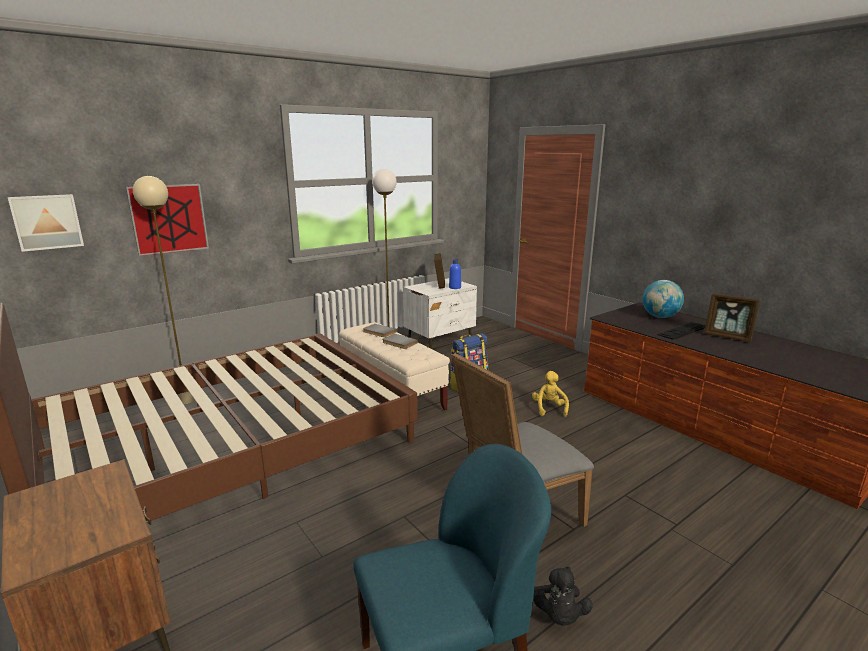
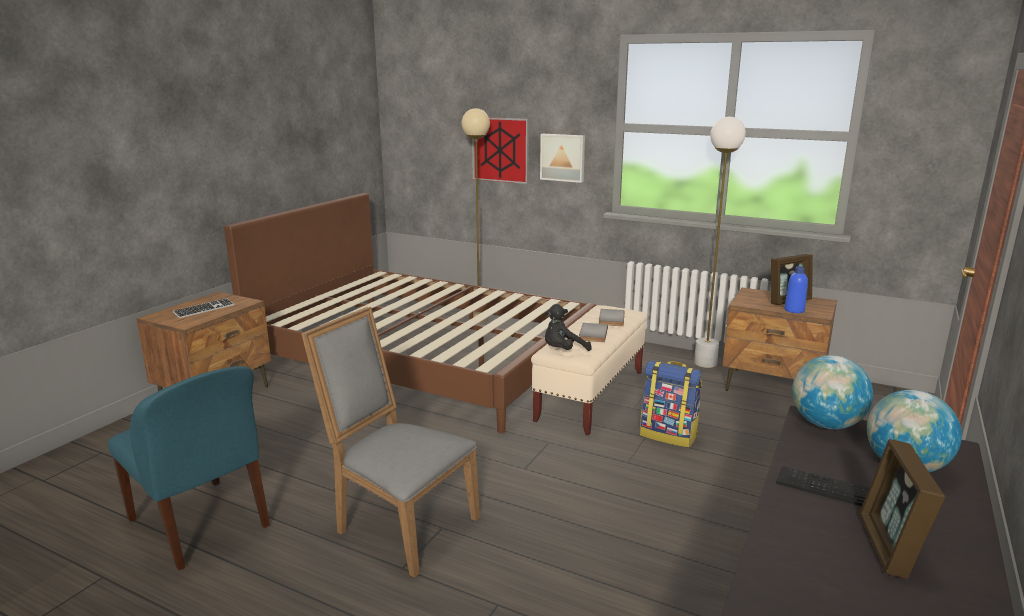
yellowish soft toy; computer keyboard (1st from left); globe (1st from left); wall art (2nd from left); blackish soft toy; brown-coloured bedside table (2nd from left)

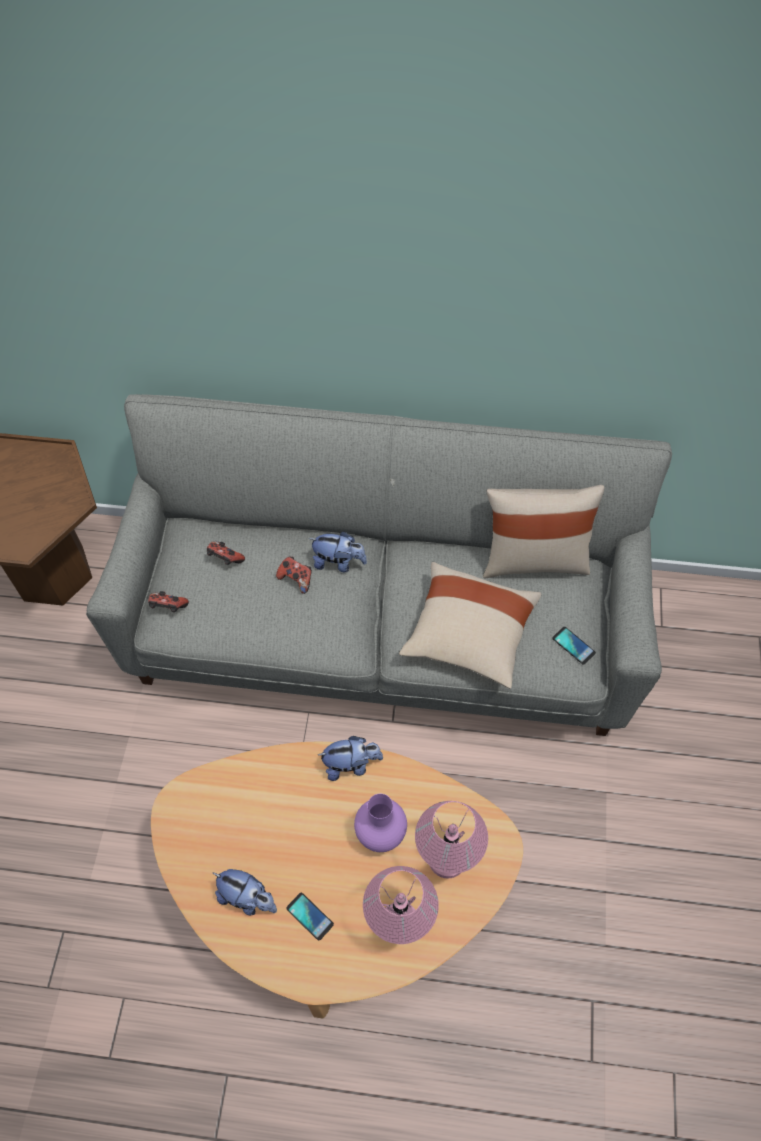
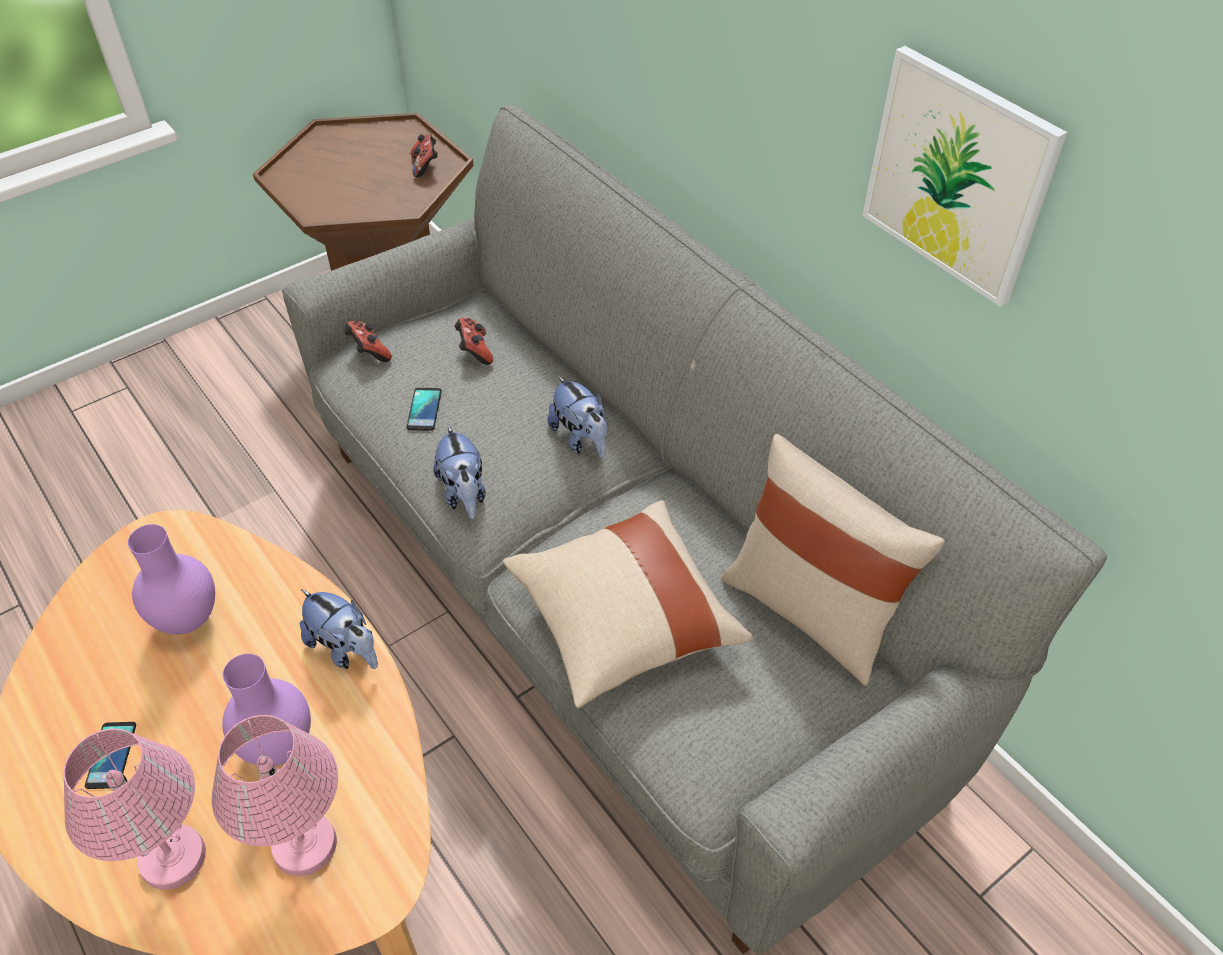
purple-coloured vase (1st from left); wall art; soft toy (2nd from left); gamepad (2nd from left); handset (2nd from left)

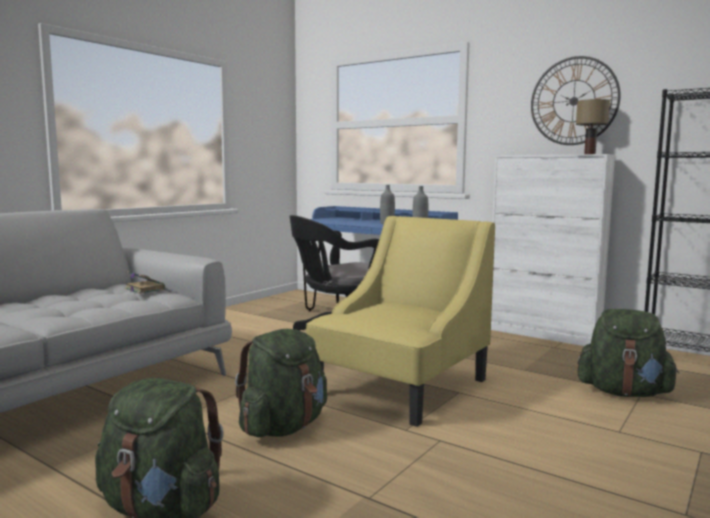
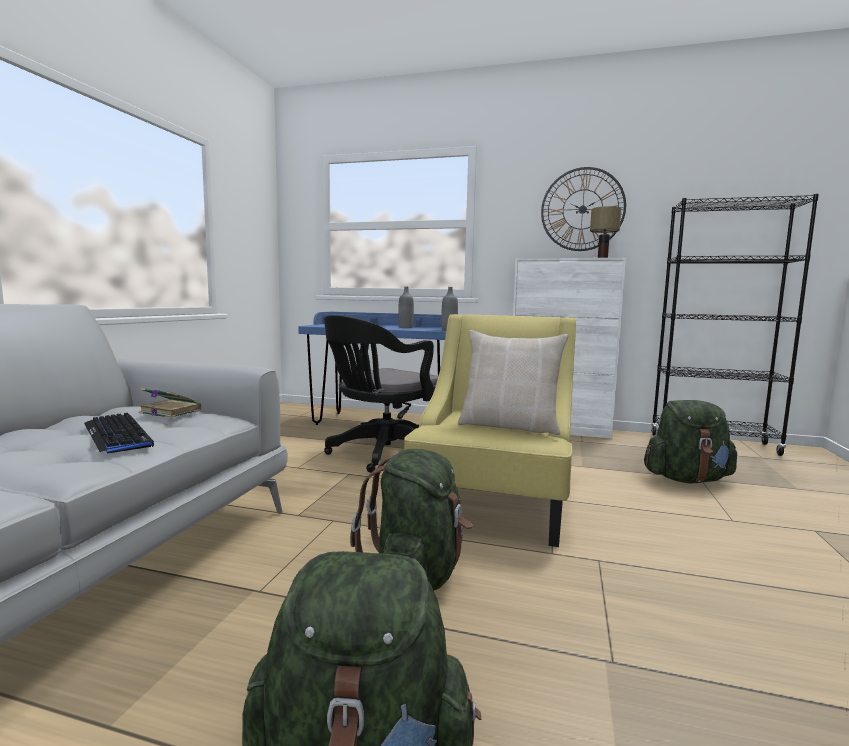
computer keyboard; beige-coloured cushion

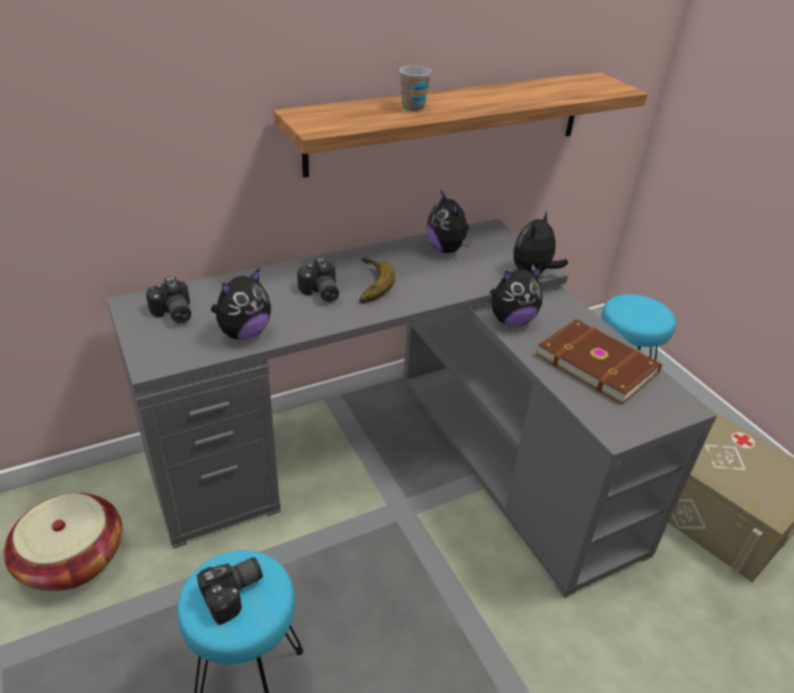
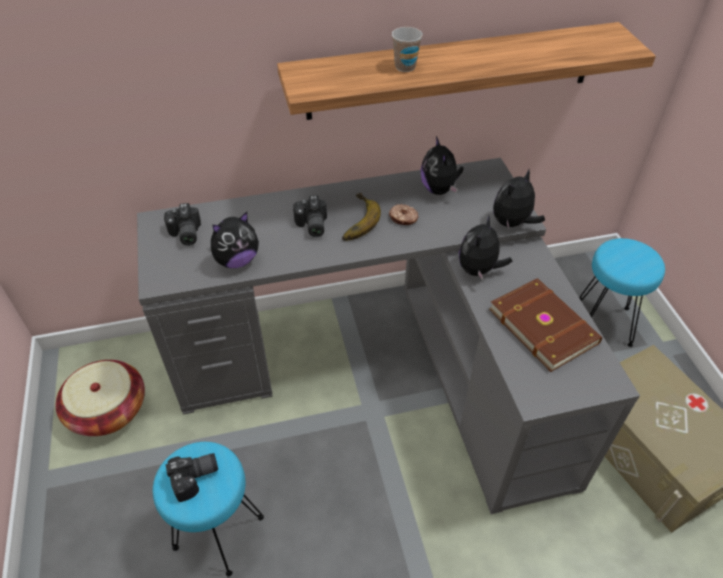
ring doughnut; soft toy (3rd from left)

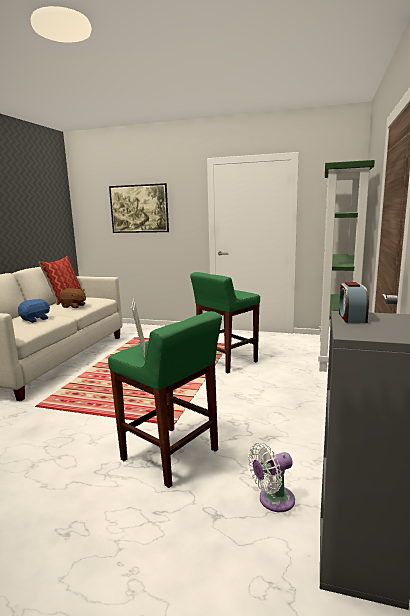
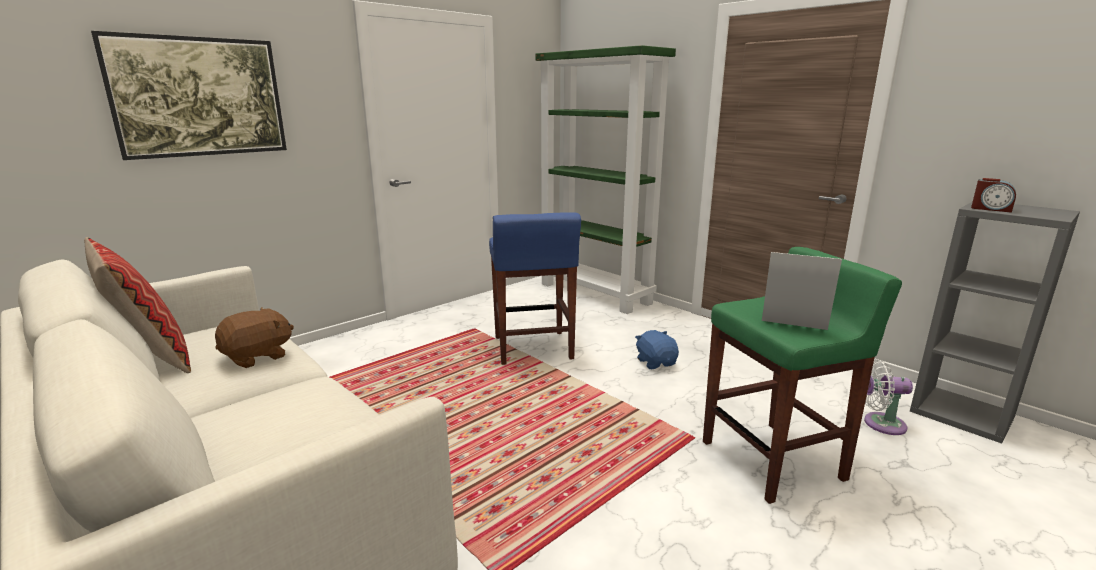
blue soft toy; blue stool; white electric fan

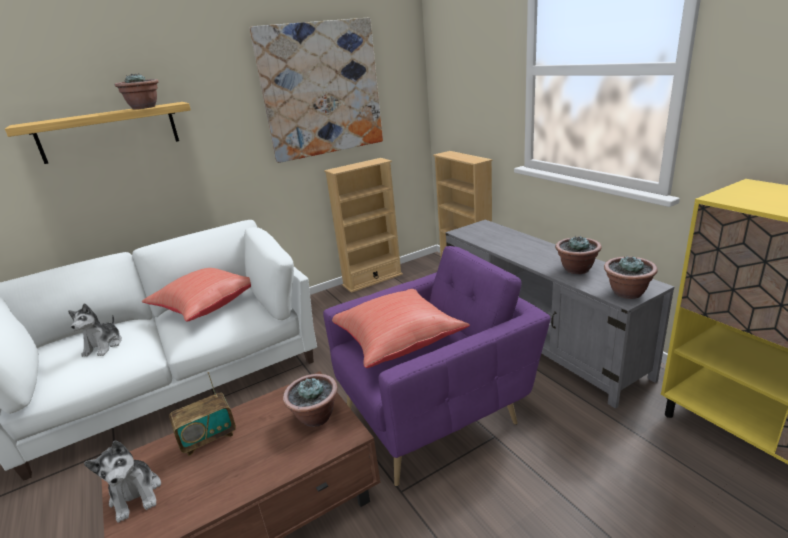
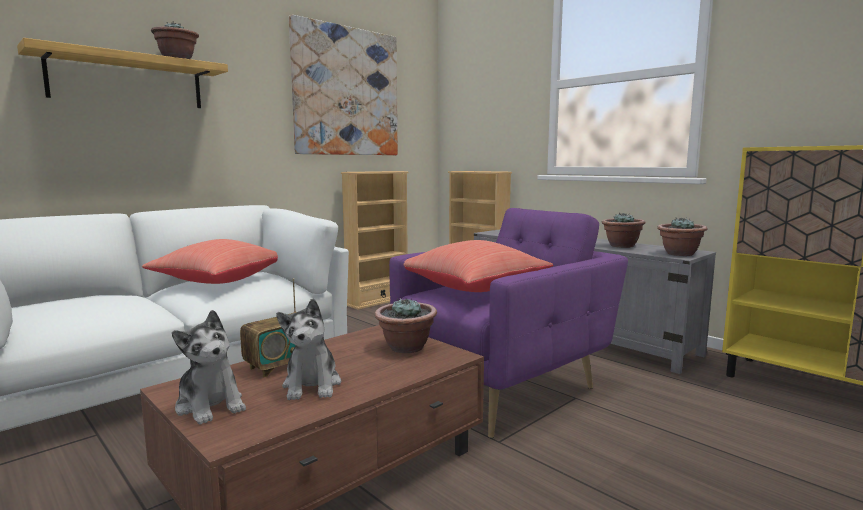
soft toy (2nd from left)

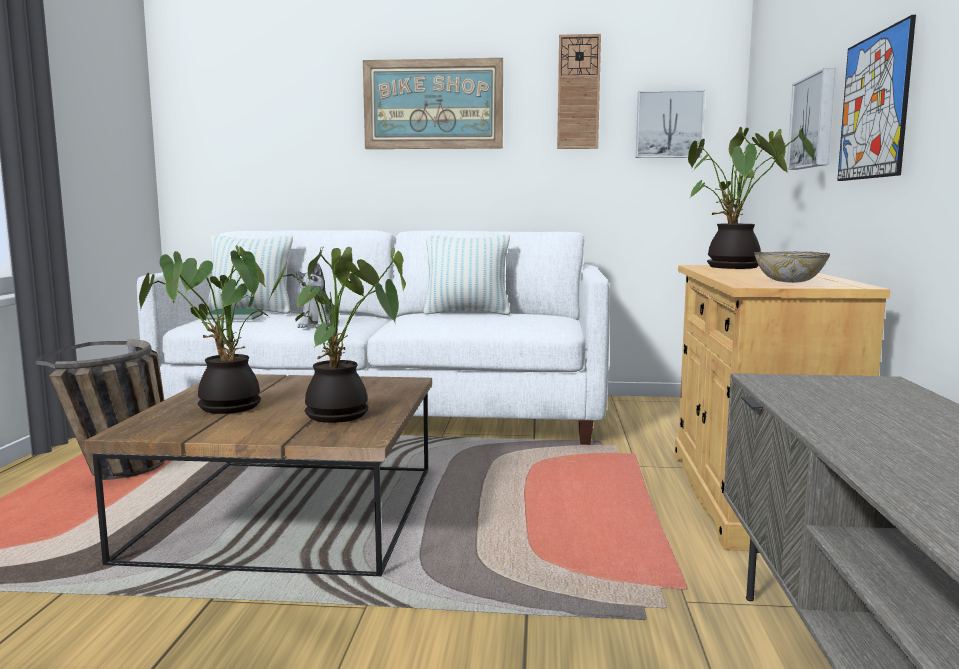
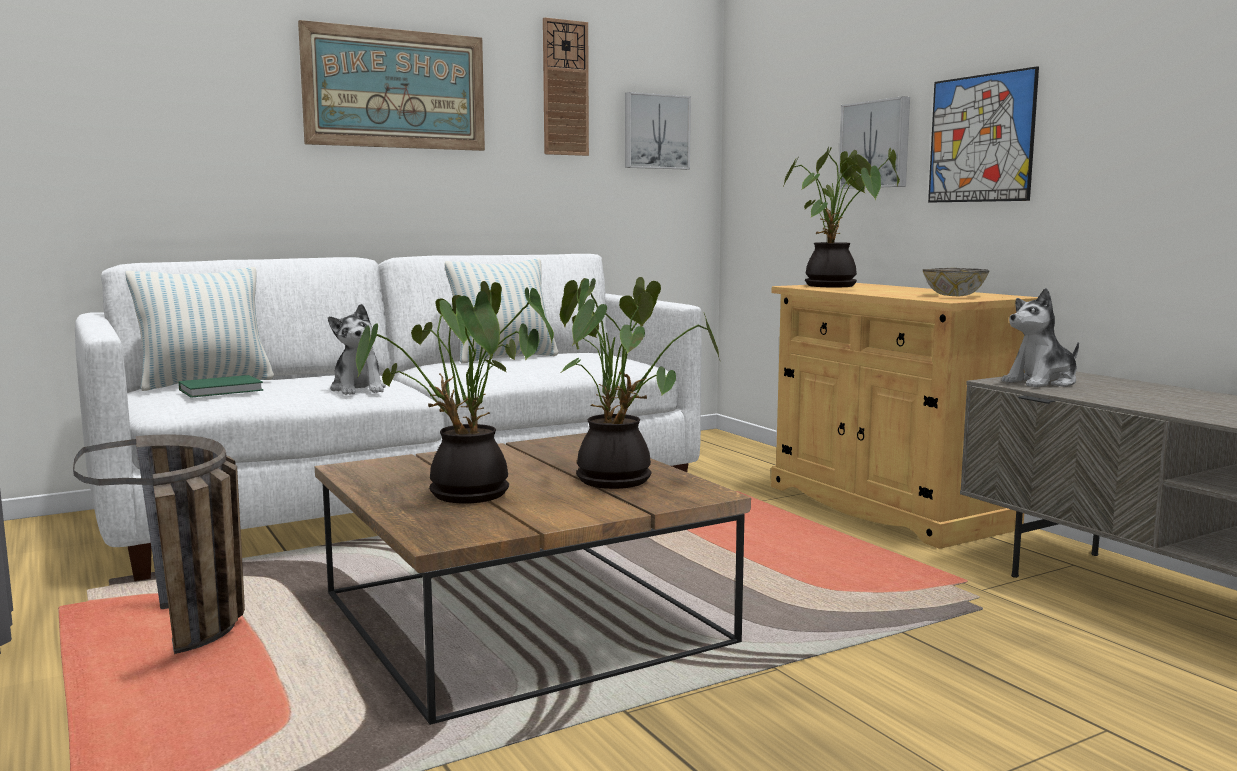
soft toy (2nd from left)

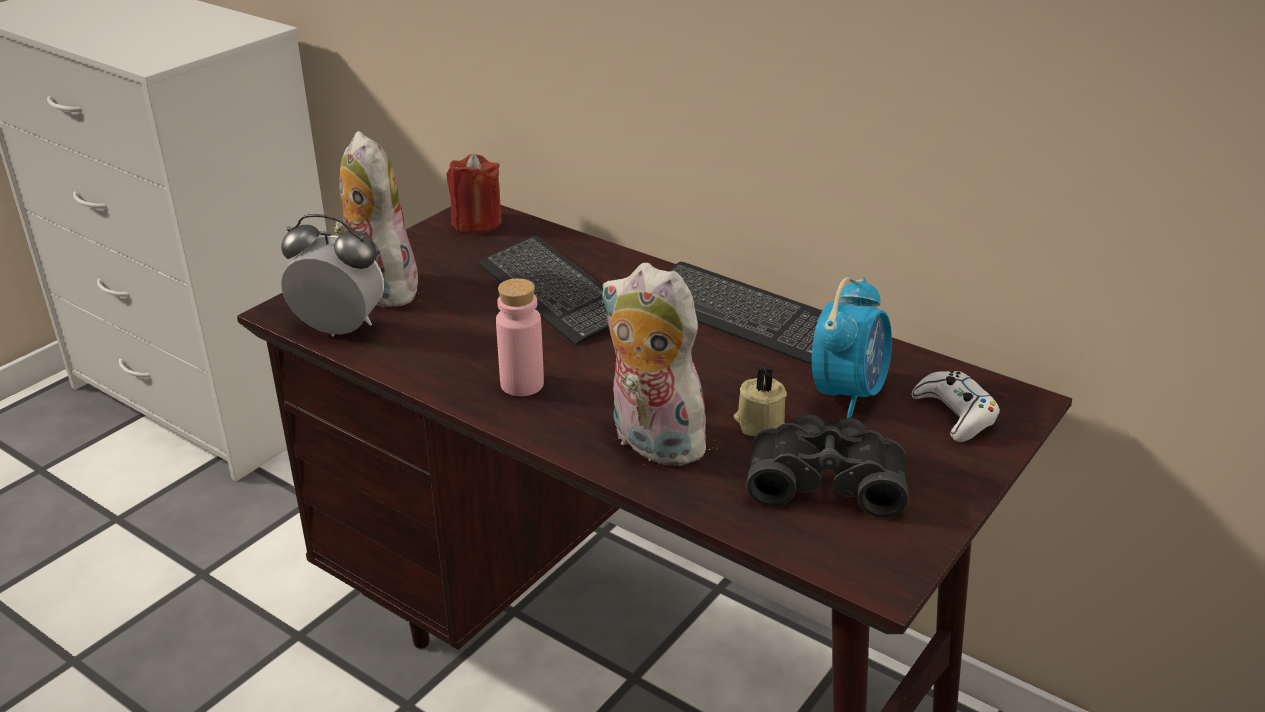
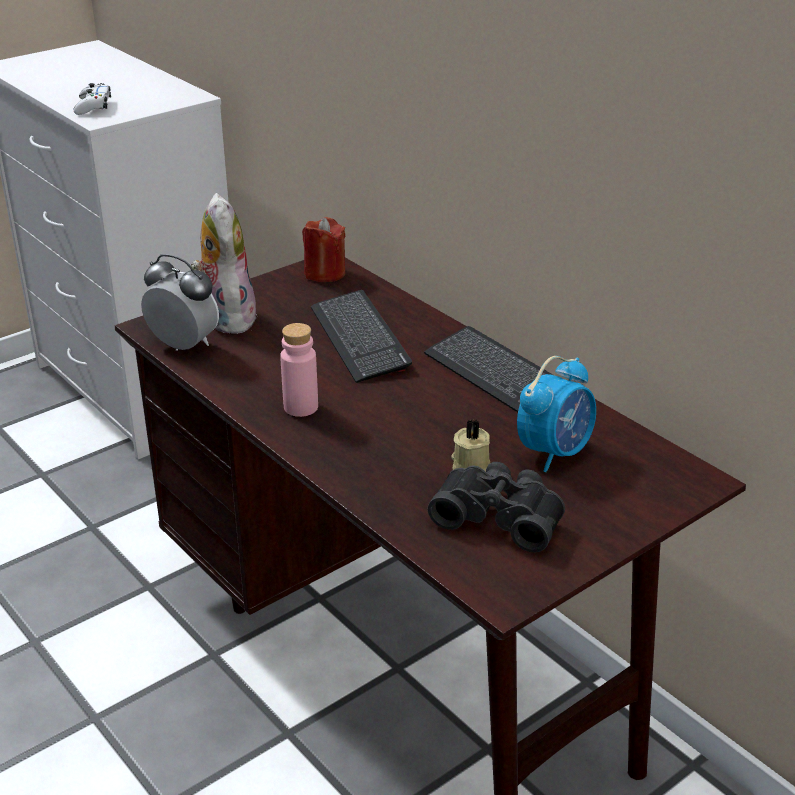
soft toy (2nd from left in the first image); white gamepad

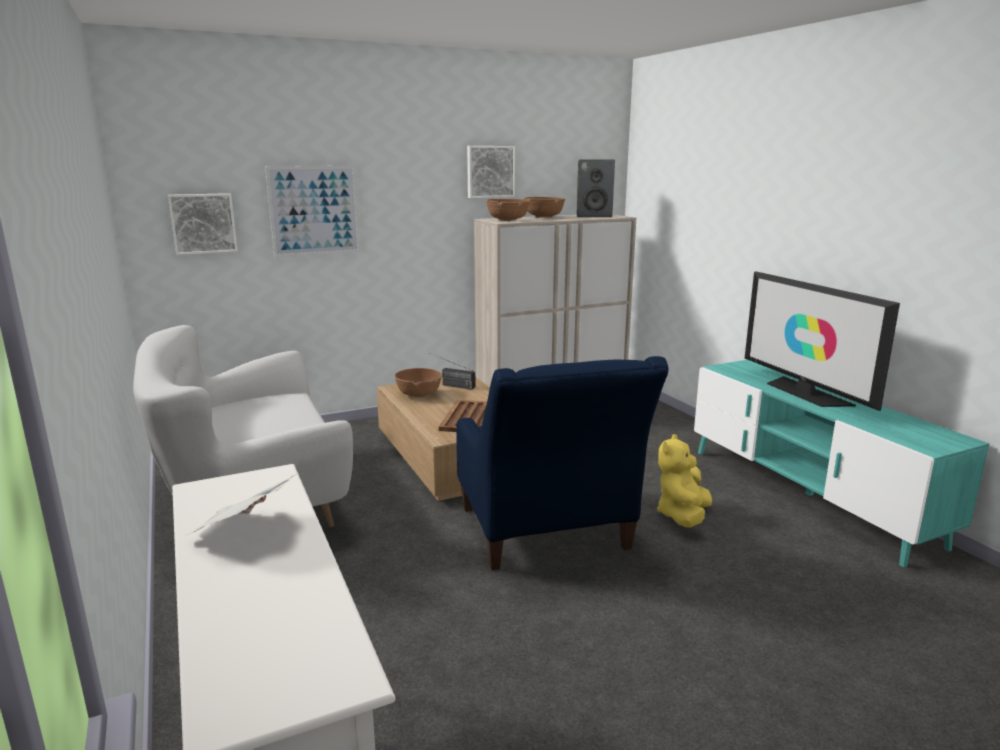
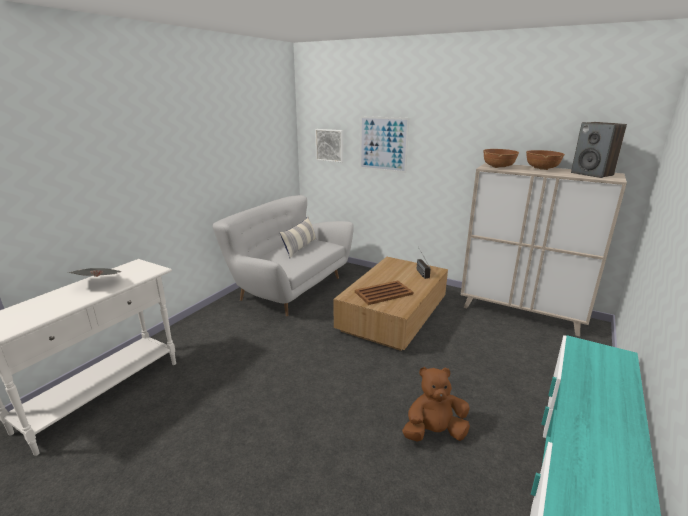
brown-coloured deep dish (1st from left in the first image); blue armchair; wall art (3rd from left in the first image); television; cushion; brown-coloured soft toy

